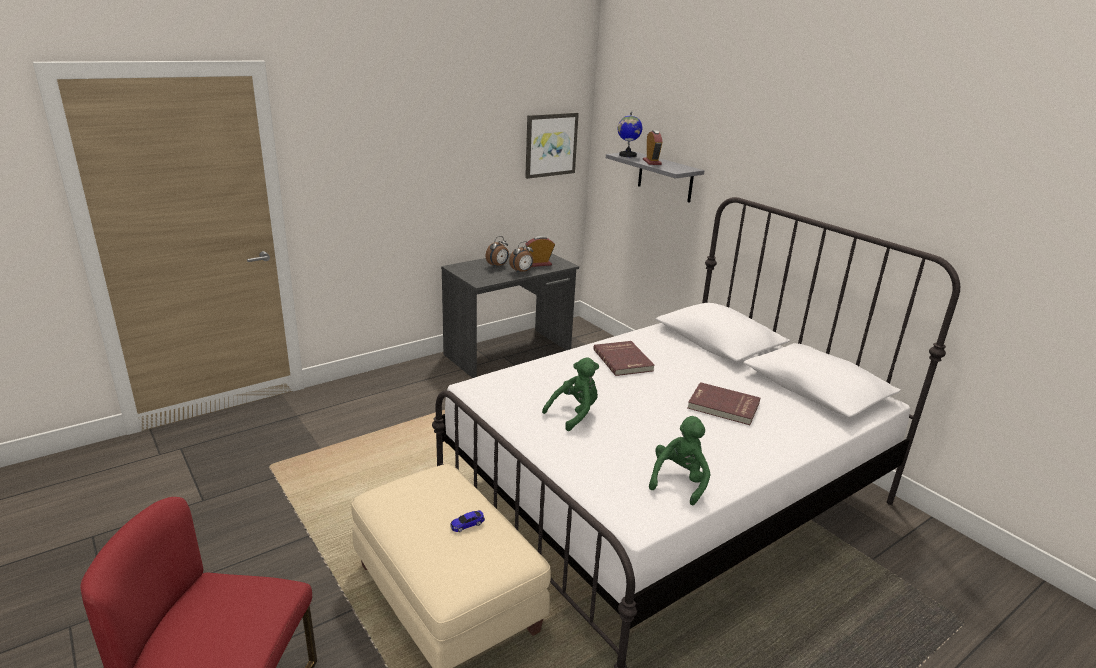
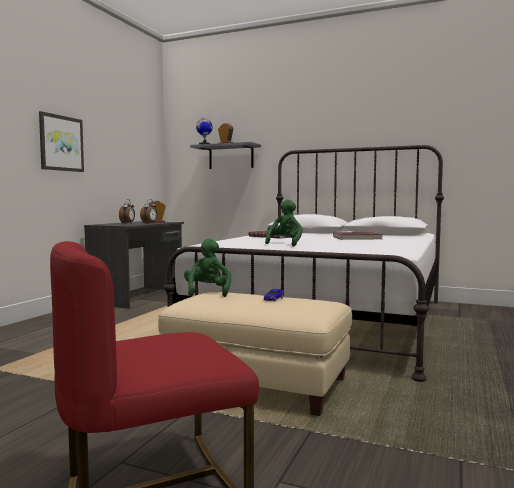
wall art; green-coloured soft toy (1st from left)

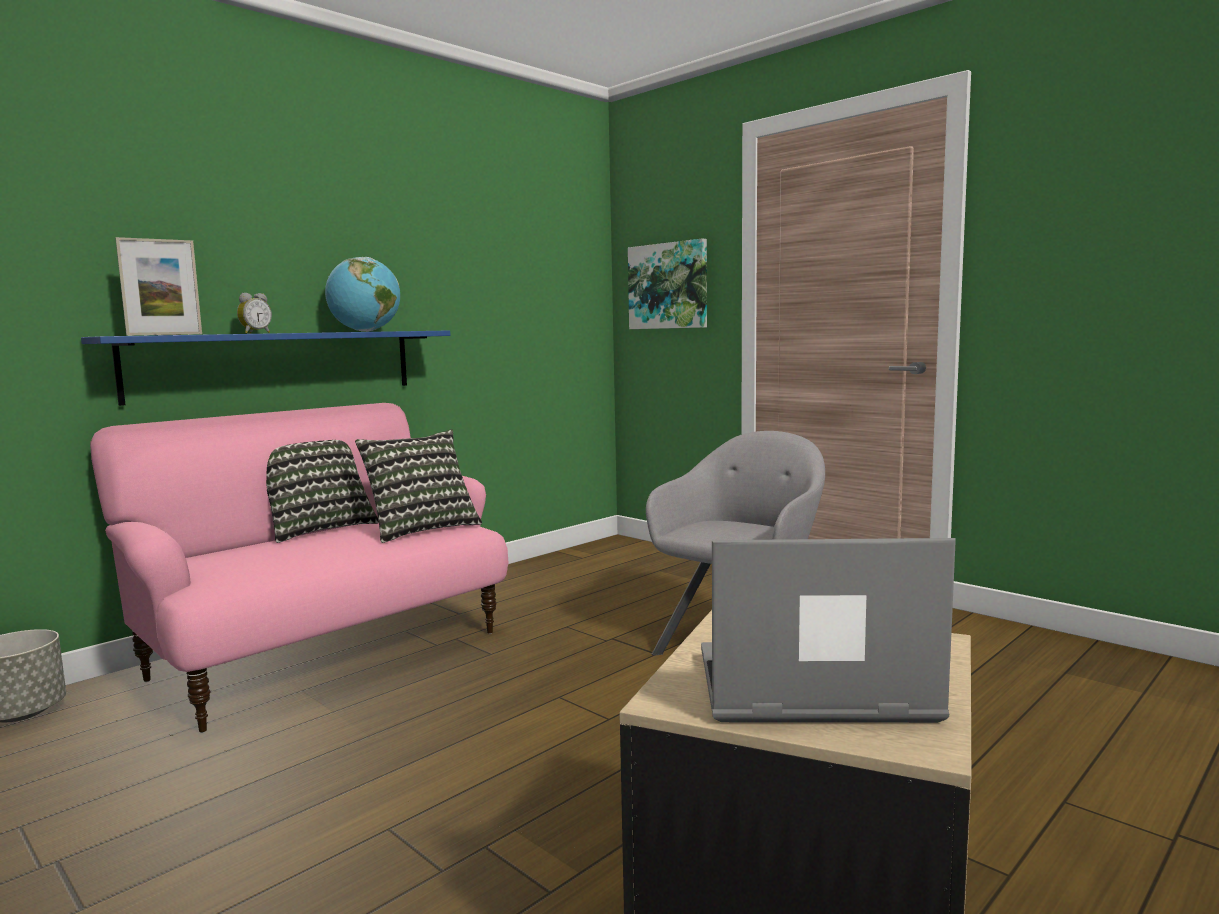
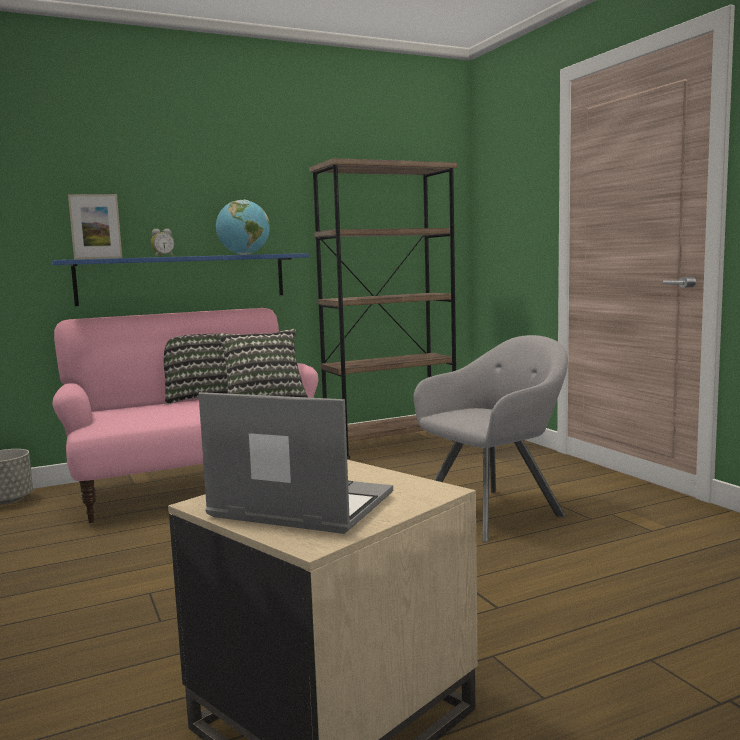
wall art; brown-coloured shelving unit

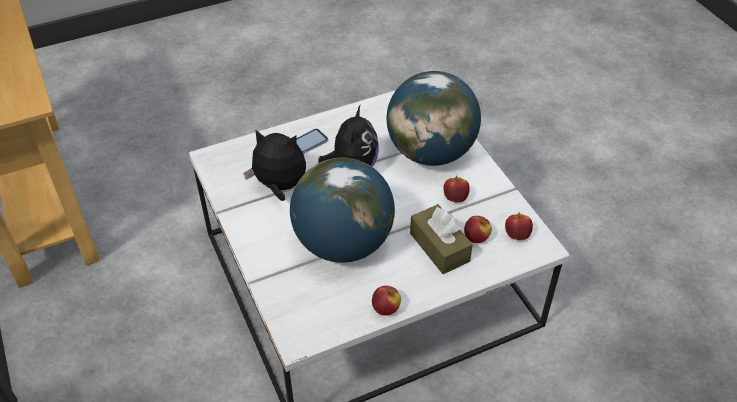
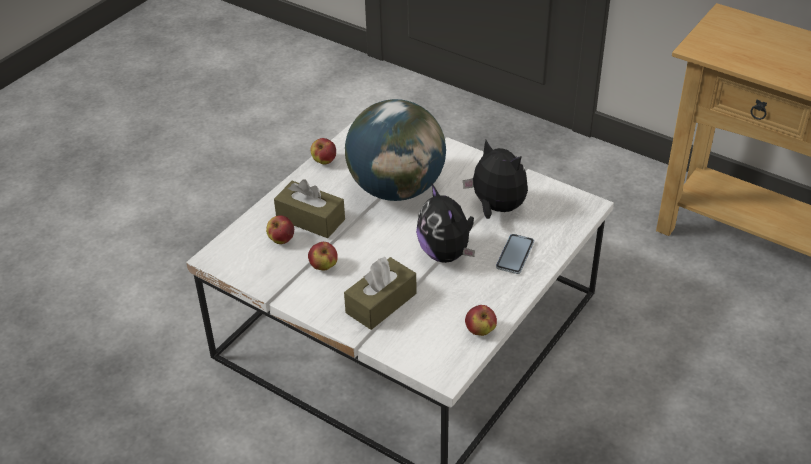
apple (4th from left); brown-coloured tissue holder (2nd from left); soft toy (2nd from left)

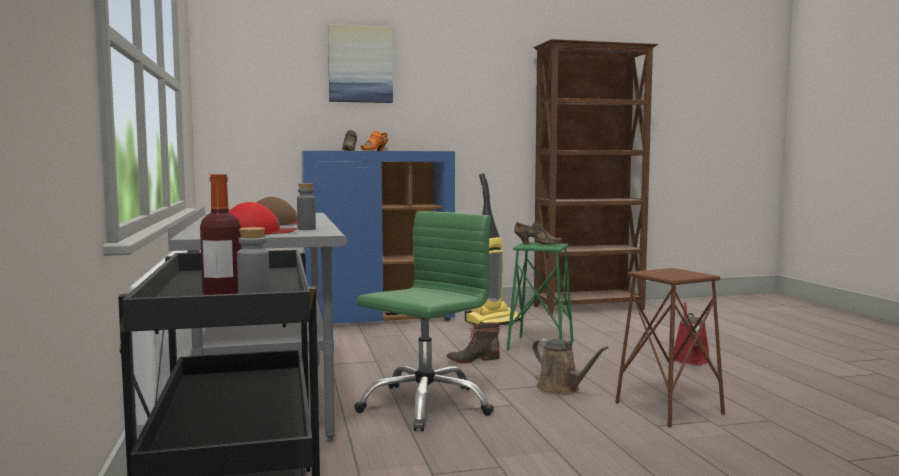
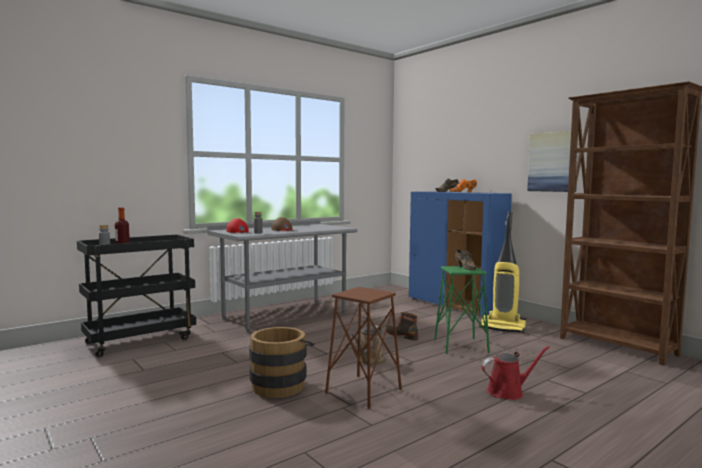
green-coloured office chair; brown-coloured pail; wall art

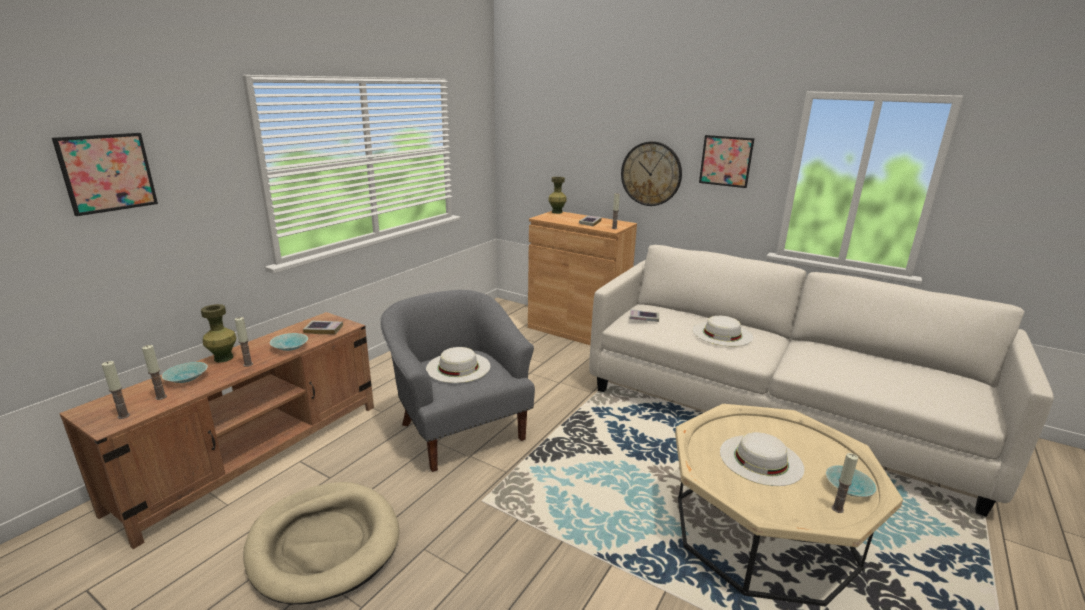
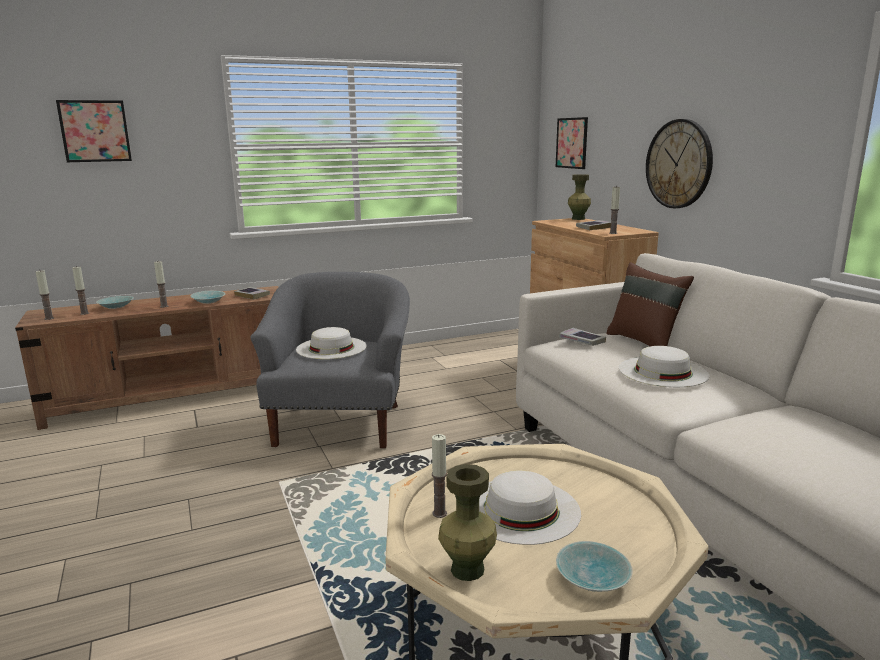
beige-coloured dog bed; brown-coloured cushion; green-coloured vase (1st from left); wall art (2nd from left); candle (4th from left)

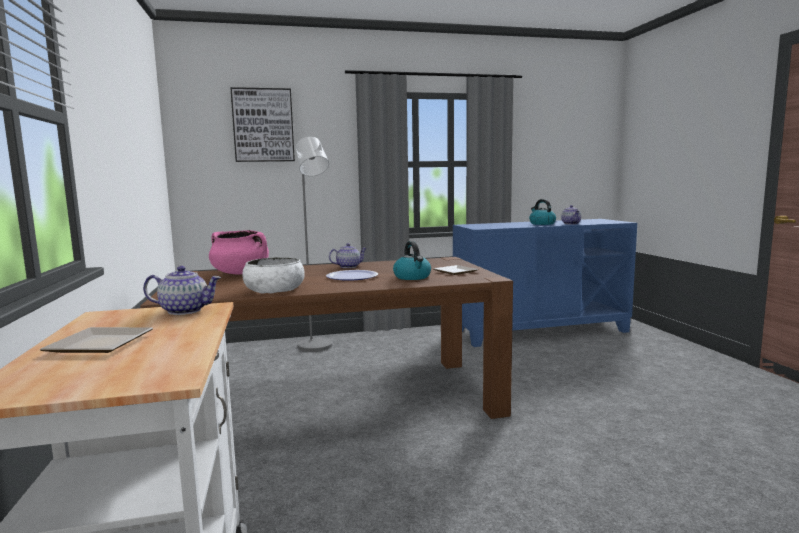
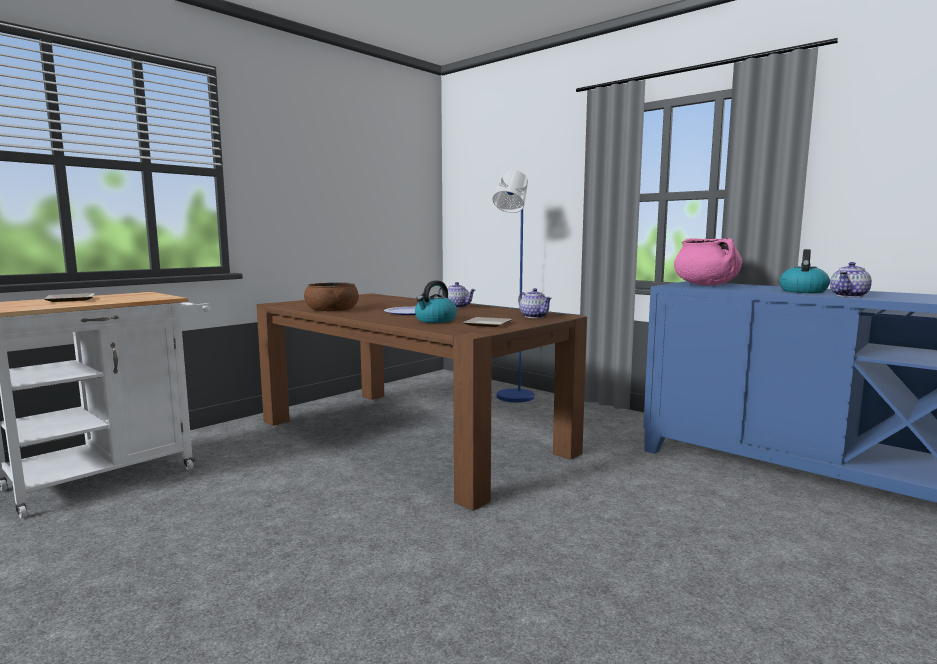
wall art; pot for tea (2nd from left); pinkish saucepot; brown-coloured deep dish; blue standard lamp

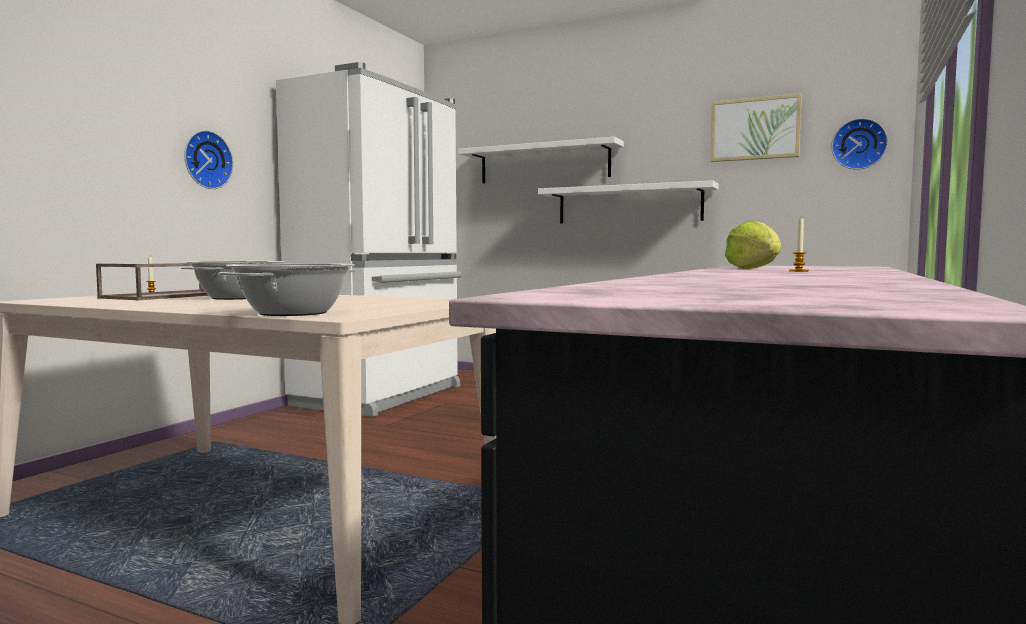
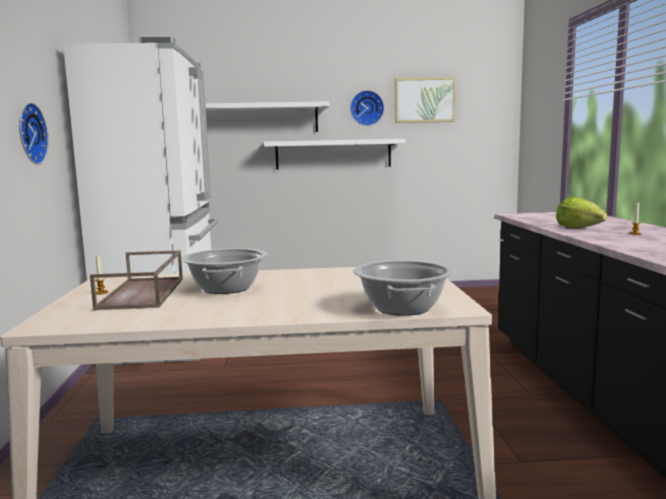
clock on the wall (2nd from left)

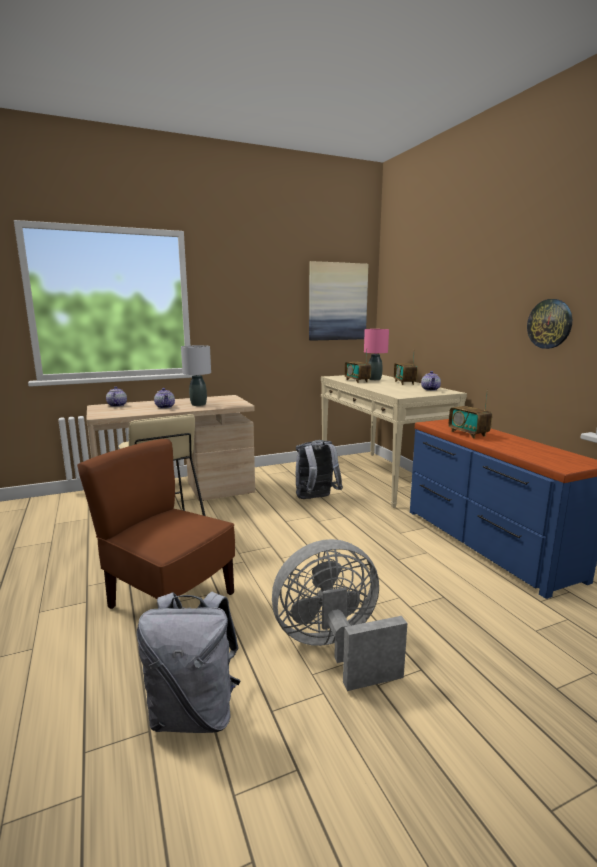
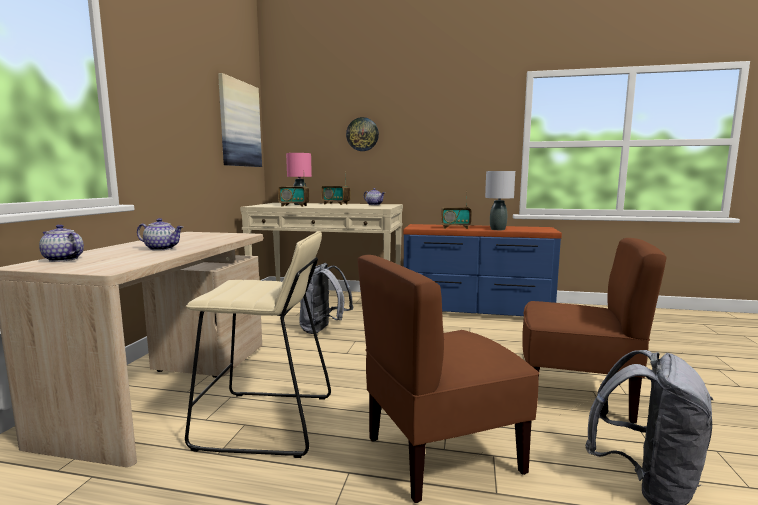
greyish table lamp; clock on the wall; brown-coloured chair (2nd from left)

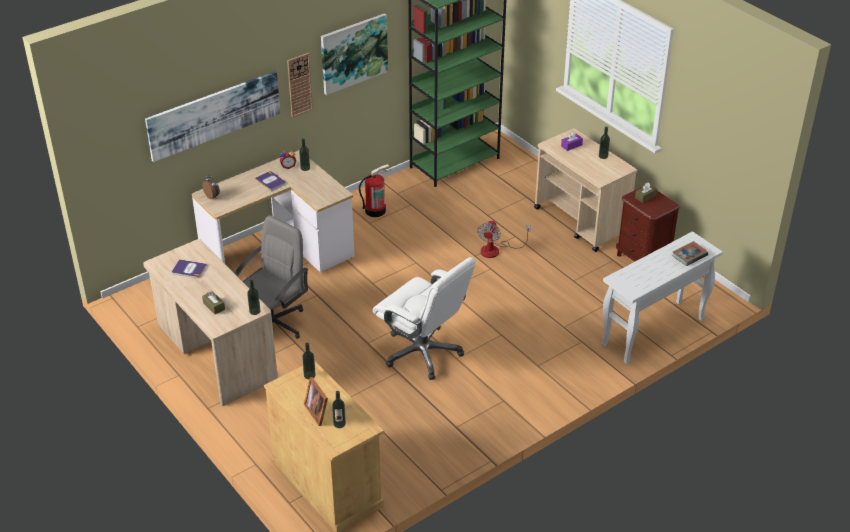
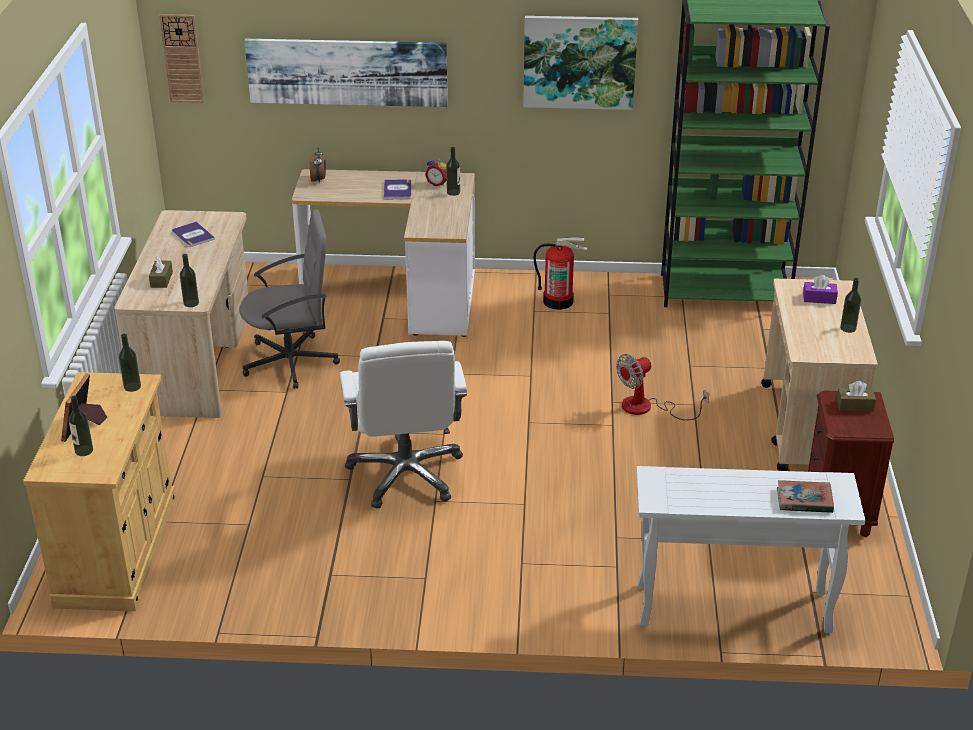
clock on the wall

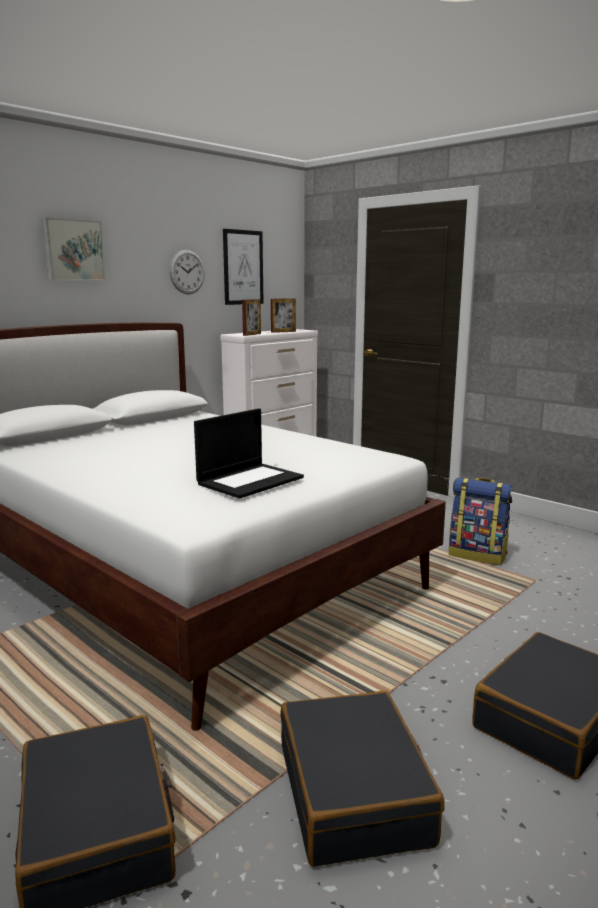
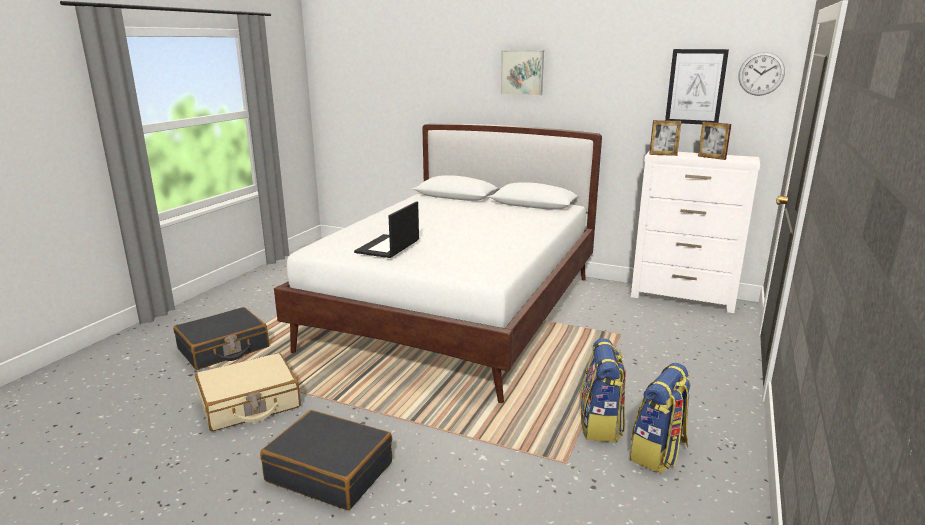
rucksack (2nd from left); clock on the wall; beige-coloured piece of luggage; portable computer

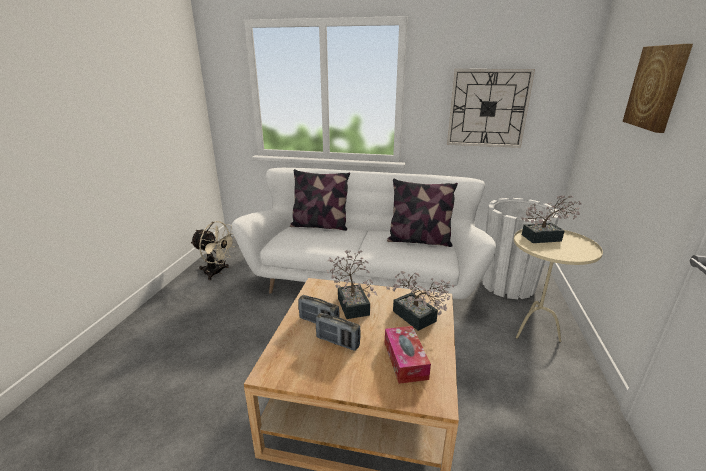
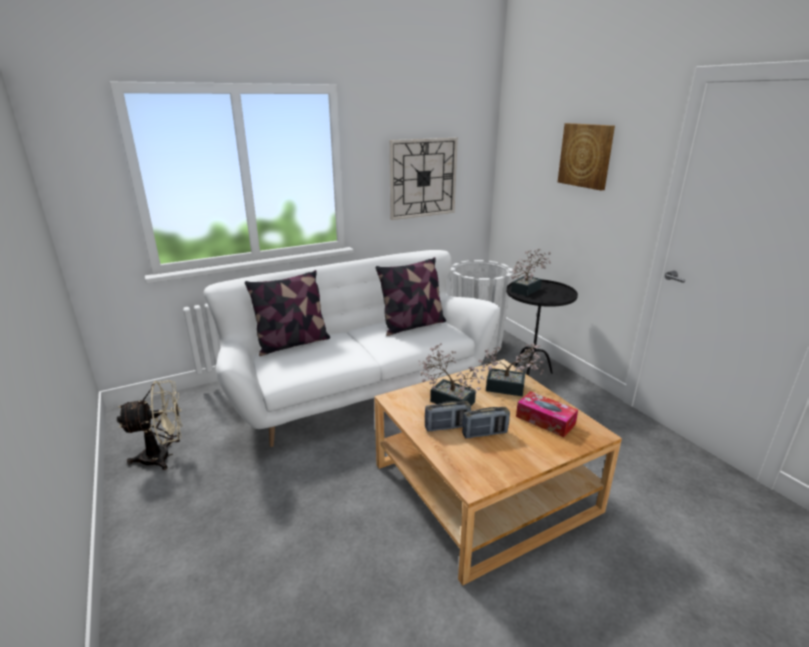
blackish side table

